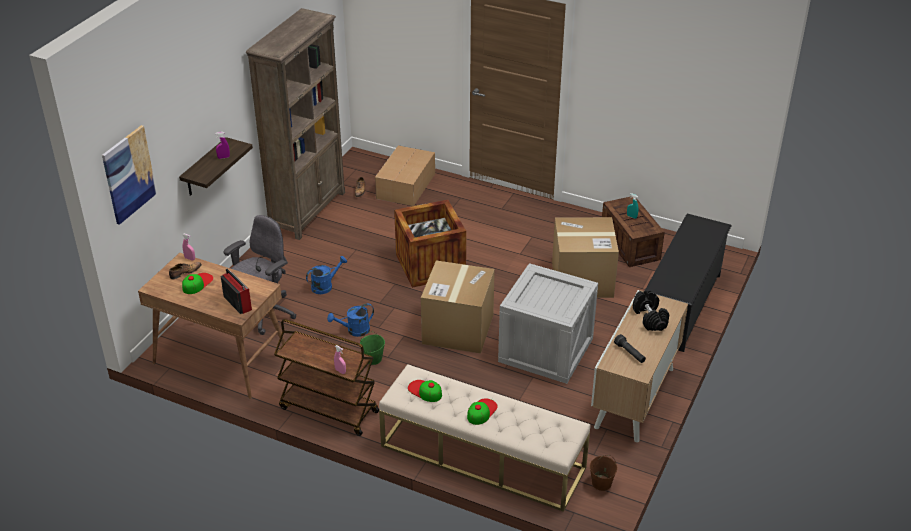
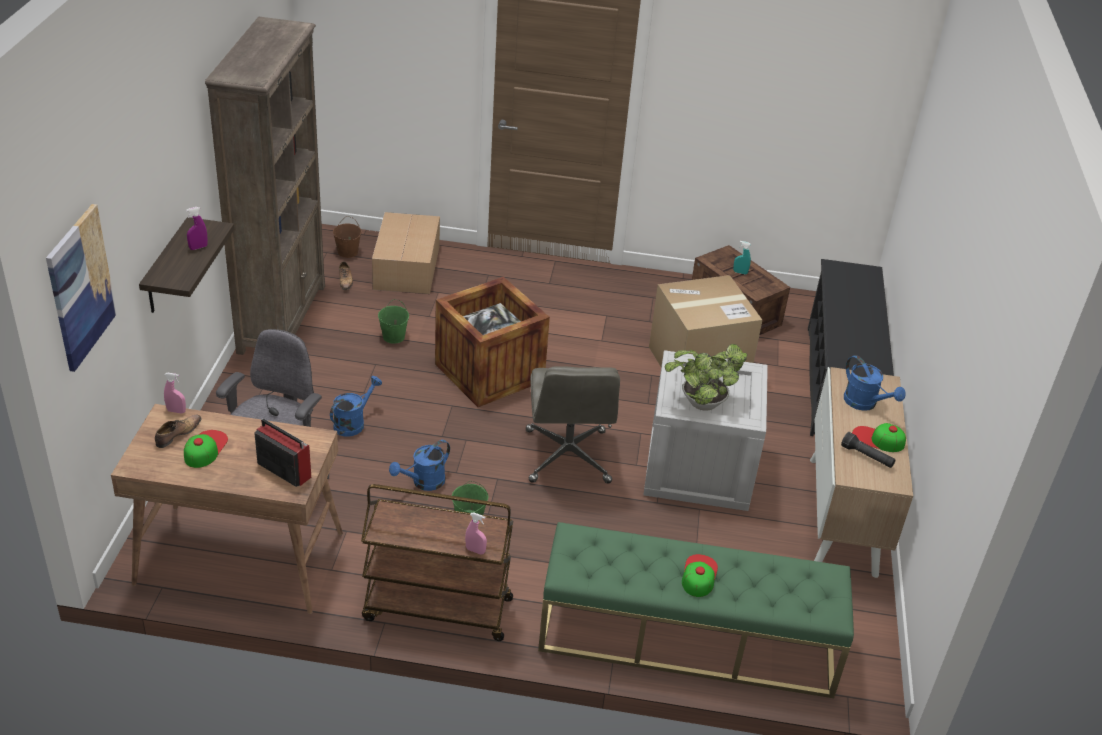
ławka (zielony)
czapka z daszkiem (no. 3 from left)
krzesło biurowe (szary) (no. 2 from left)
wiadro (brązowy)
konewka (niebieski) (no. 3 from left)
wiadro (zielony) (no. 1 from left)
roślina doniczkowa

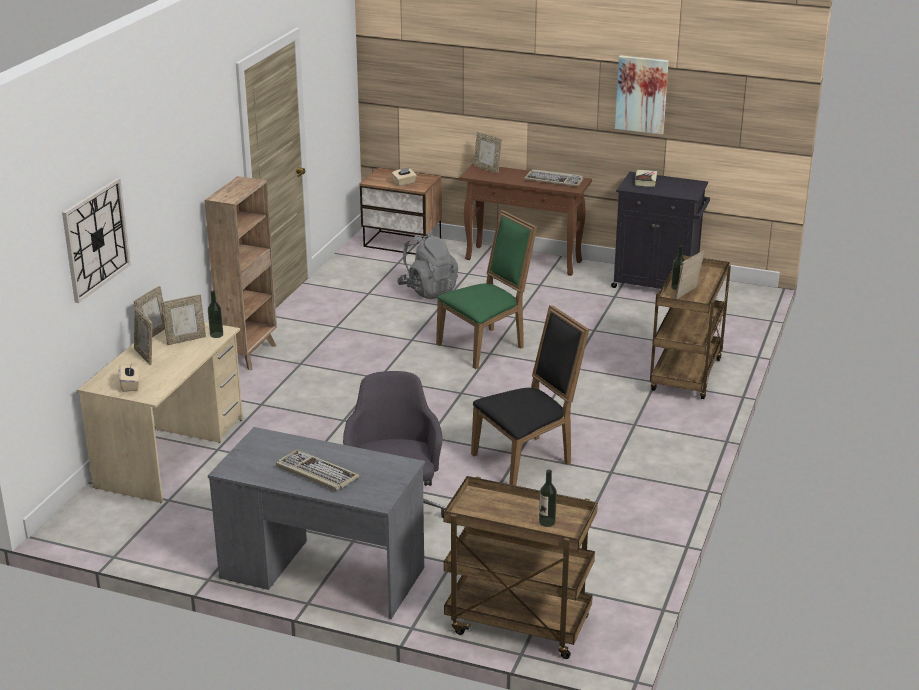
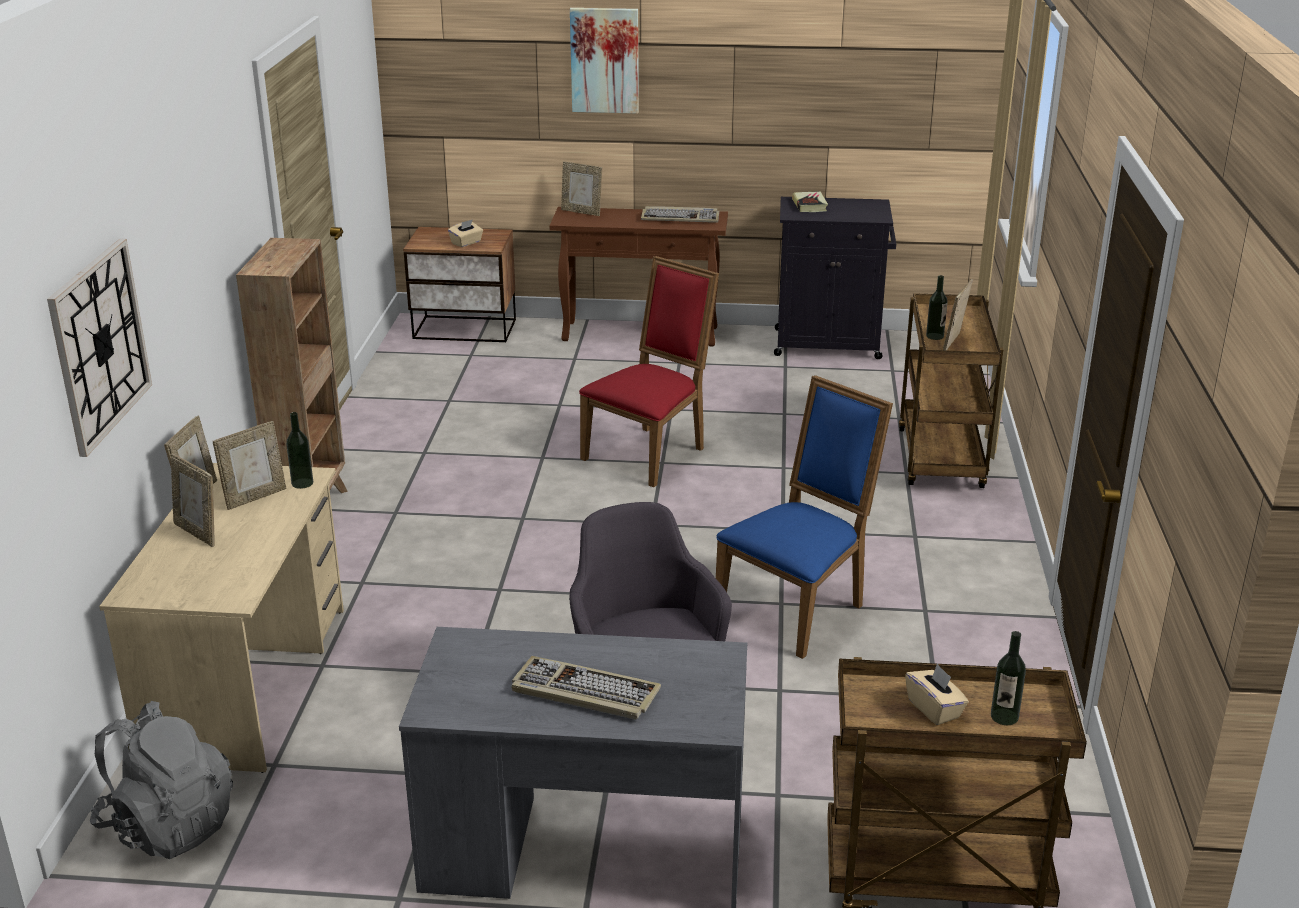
pudełko chusteczek (beżowy) (no. 2 from left)
plecak (szary)
krzesło (czerwony)
krzesło (niebieski)
obraz

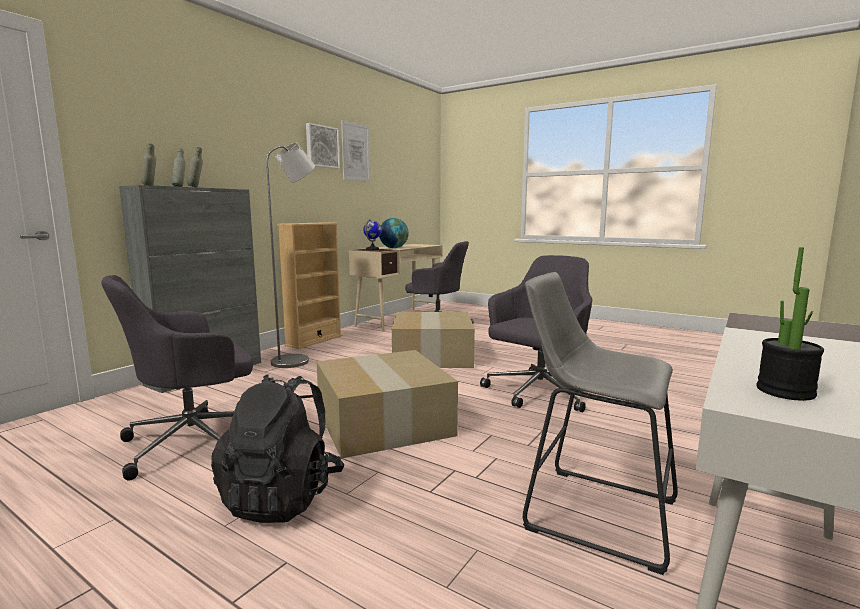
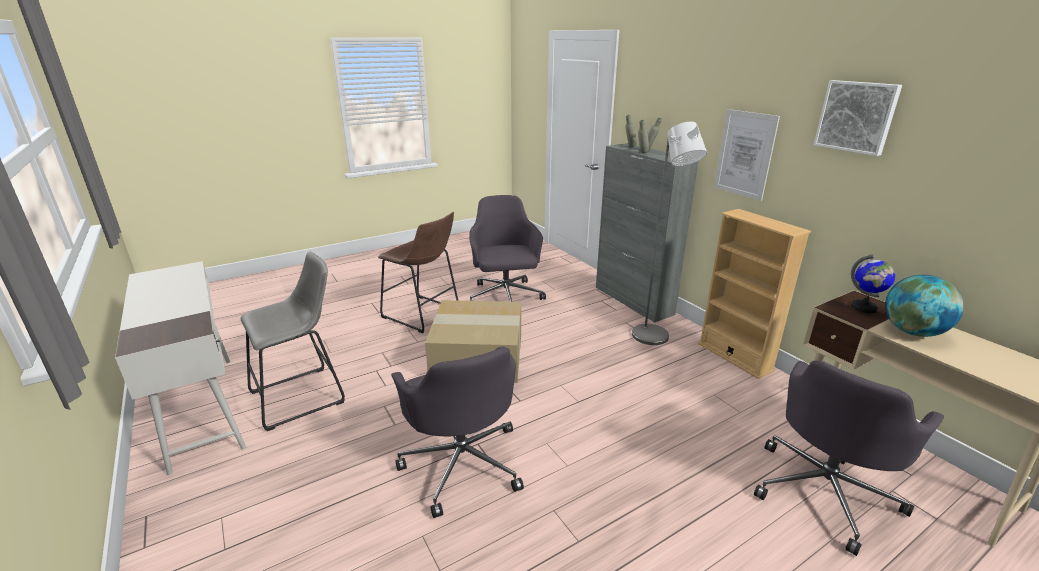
stołek (brązowy)
obraz (no. 1 from left)
karton (no. 2 from left in the first image)
roślina doniczkowa

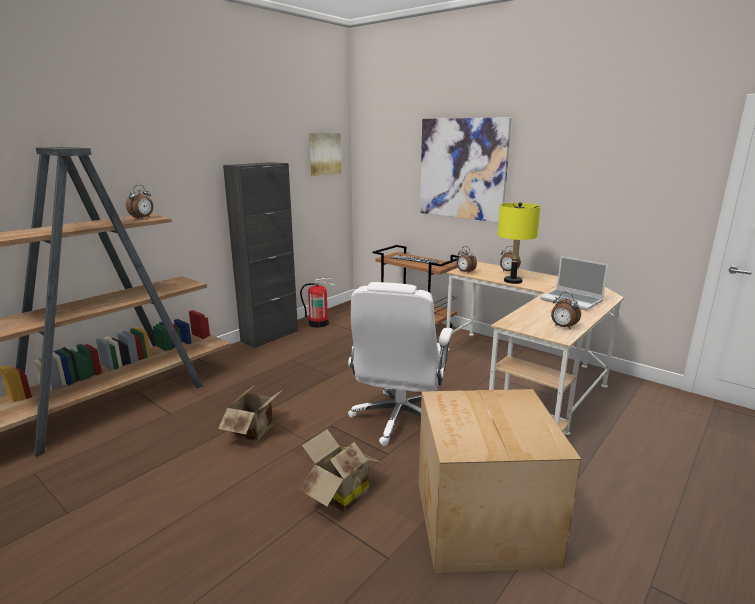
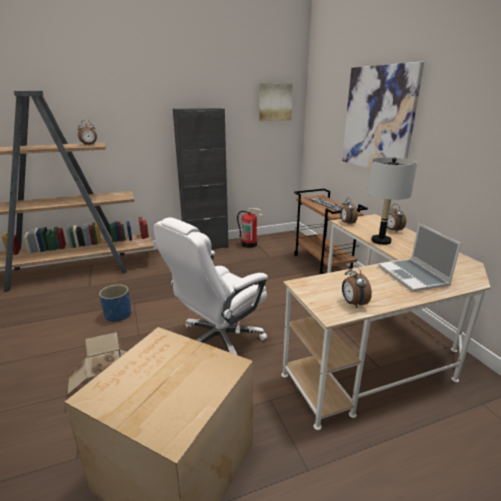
donica (niebieski)
lampa stołowa (szary)

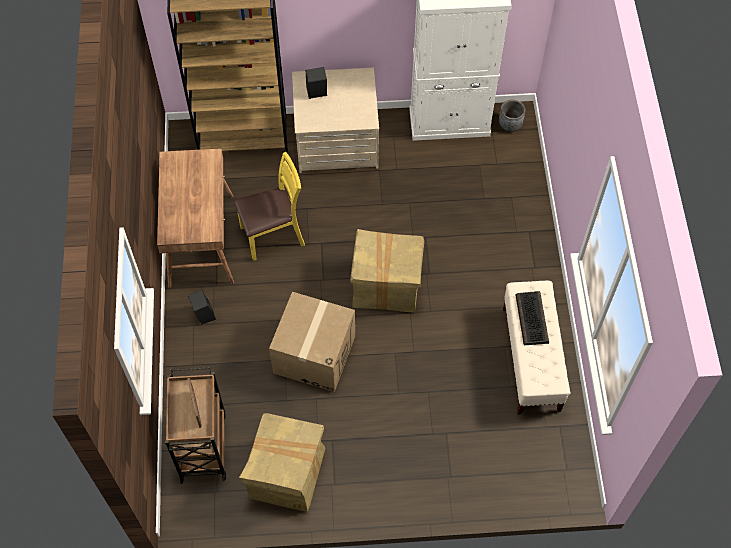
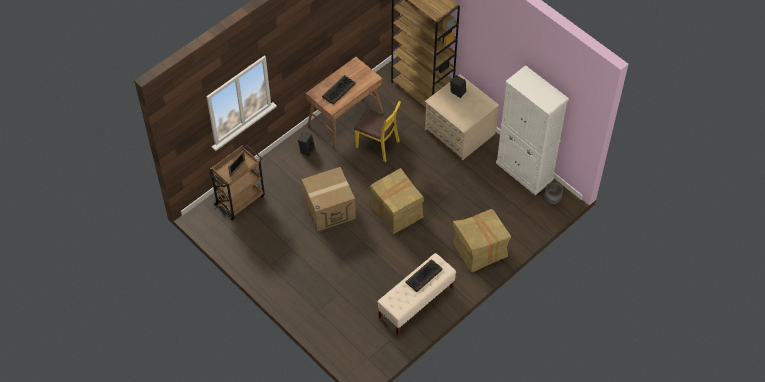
karton (no. 3 from left)
klawiatura (no. 1 from left)

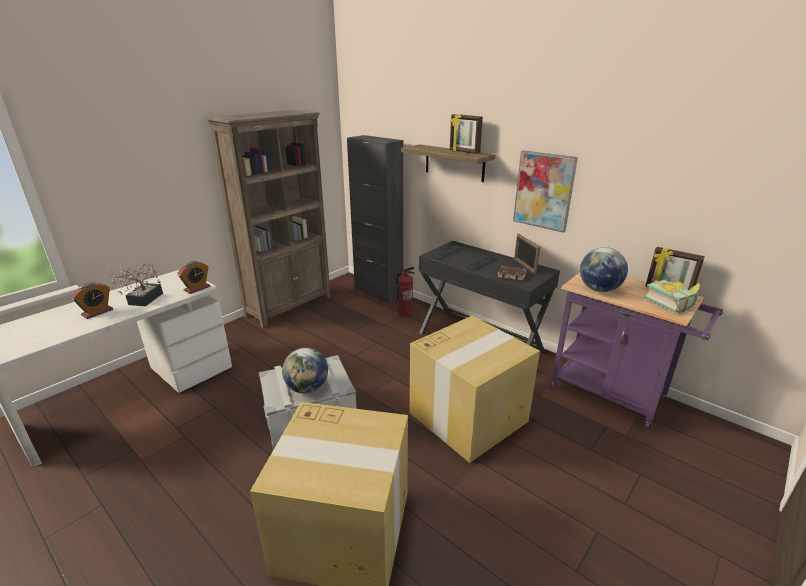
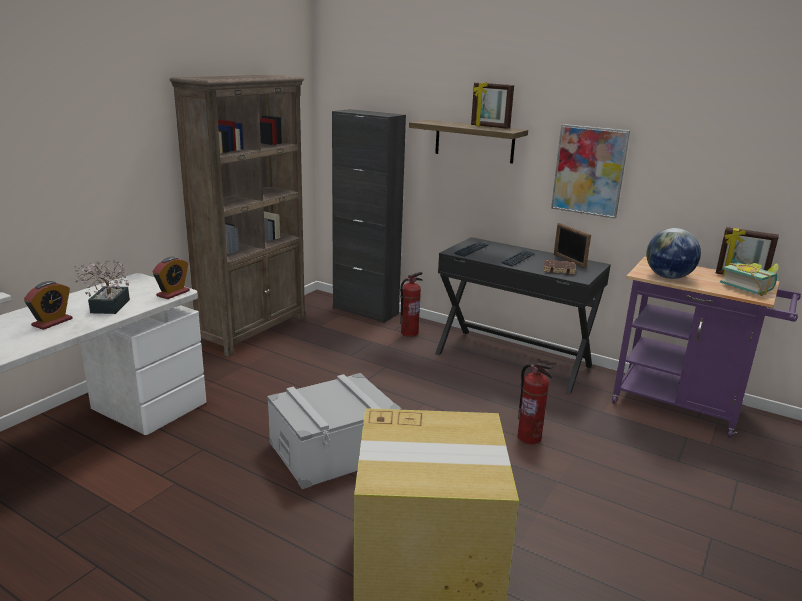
globus (no. 1 from left in the first image)
gaśnica (no. 2 from left)

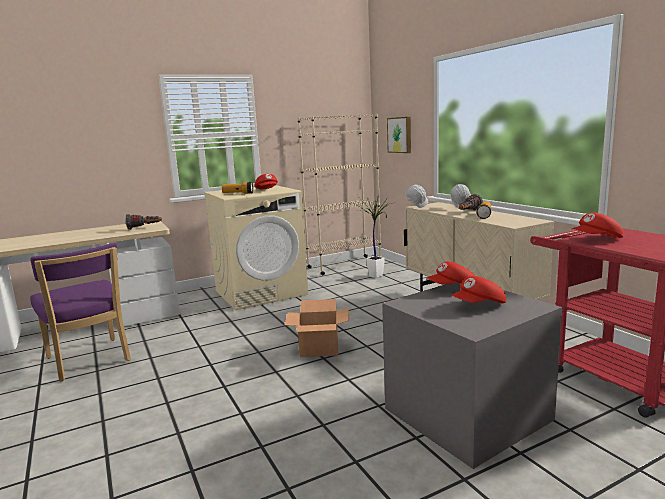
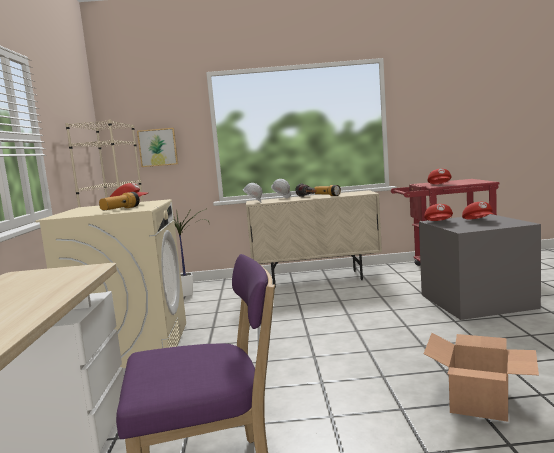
latarka (no. 1 from left in the first image)
karton

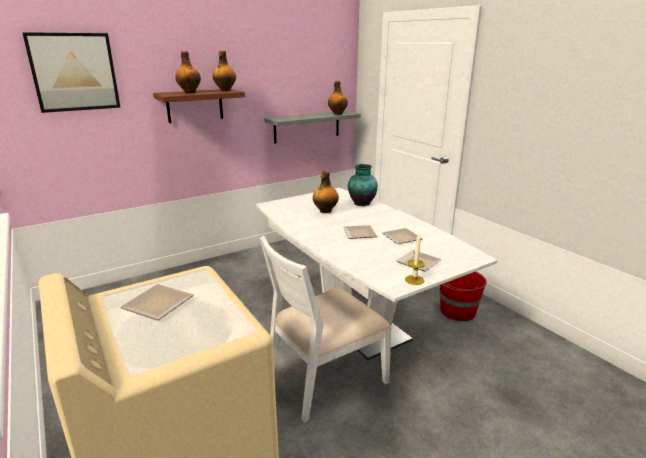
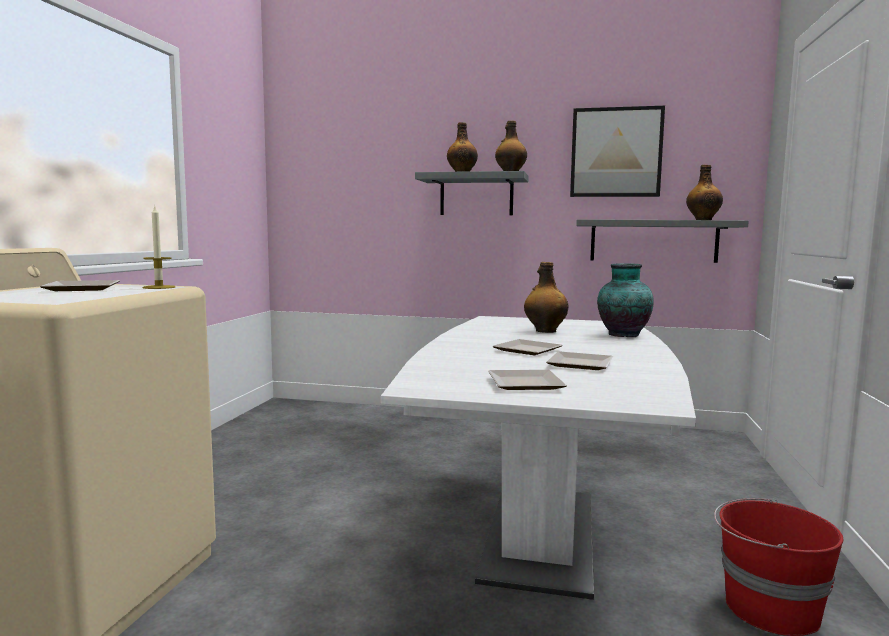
obraz
półka (szary) (no. 1 from left)
krzesło (biały)
świeca

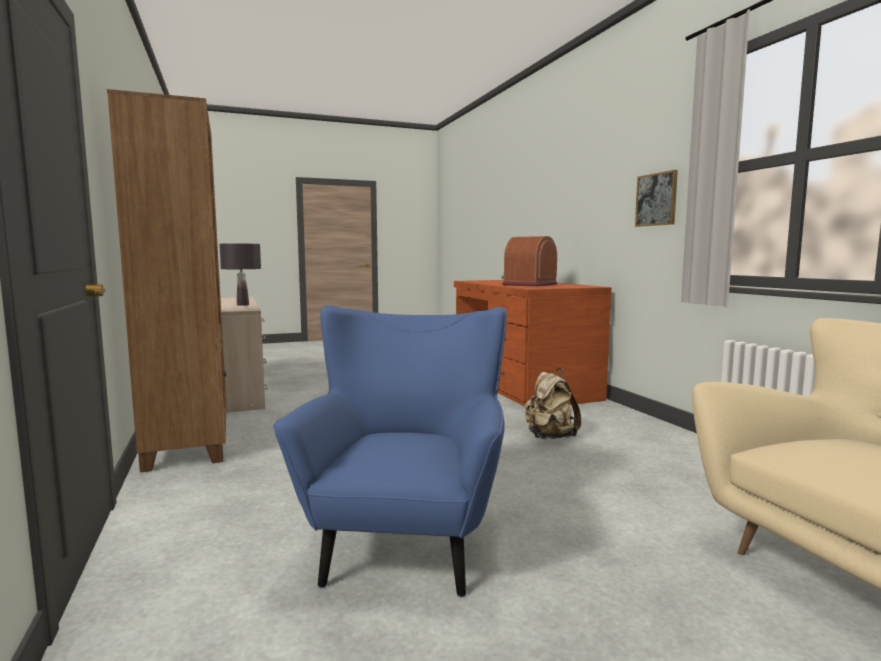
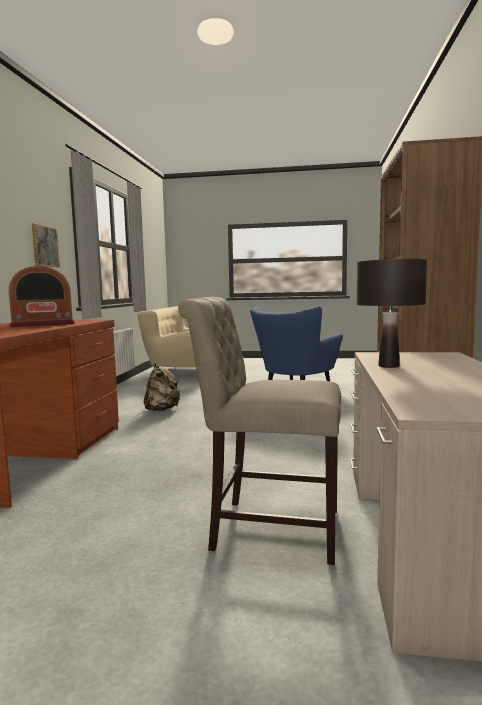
krzesło (beżowy)

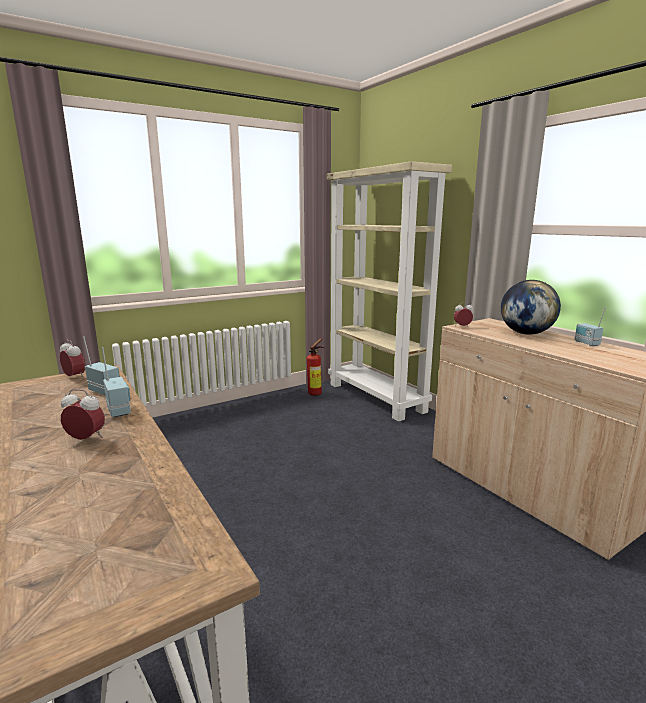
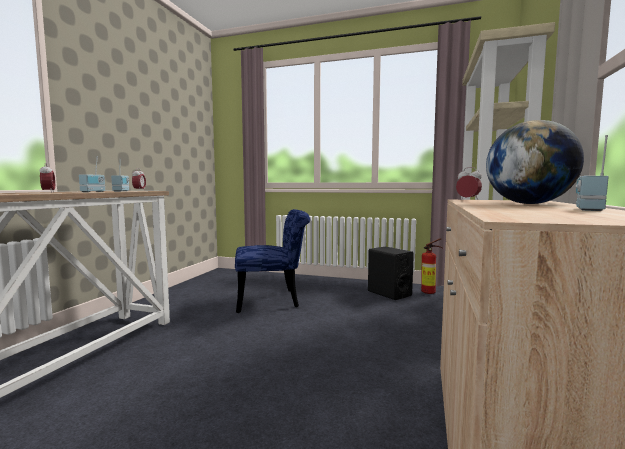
krzesło (niebieski)
głośnik (czarny)

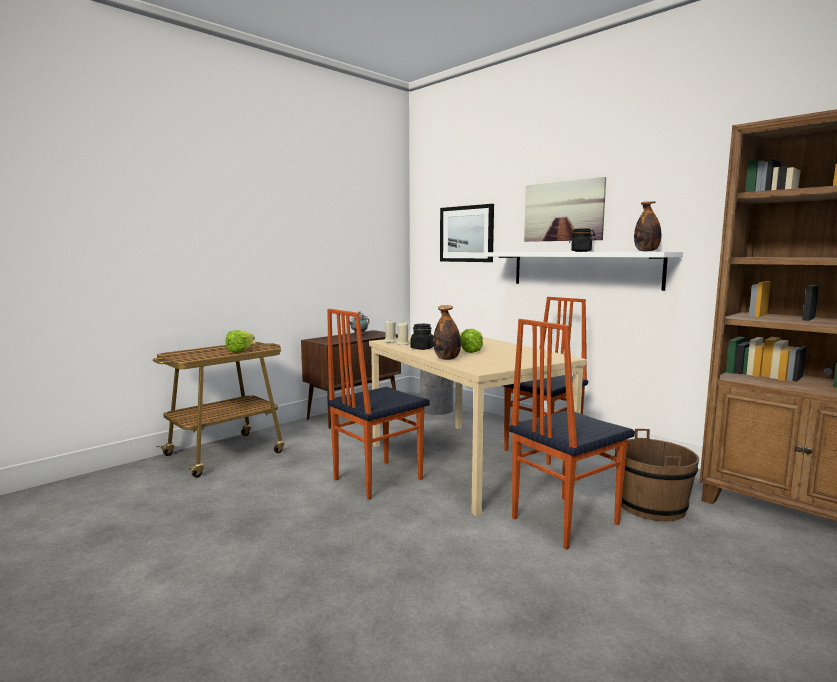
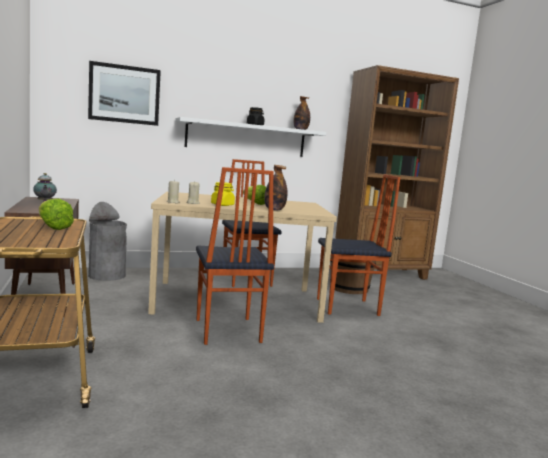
słoik (żółty)
krzesło (no. 3 from left)
obraz (no. 2 from left in the first image)

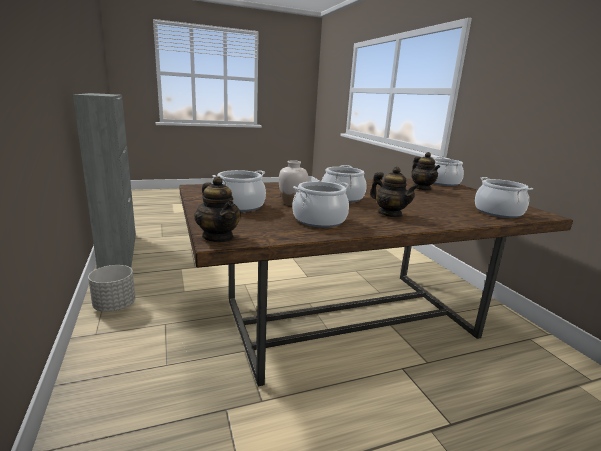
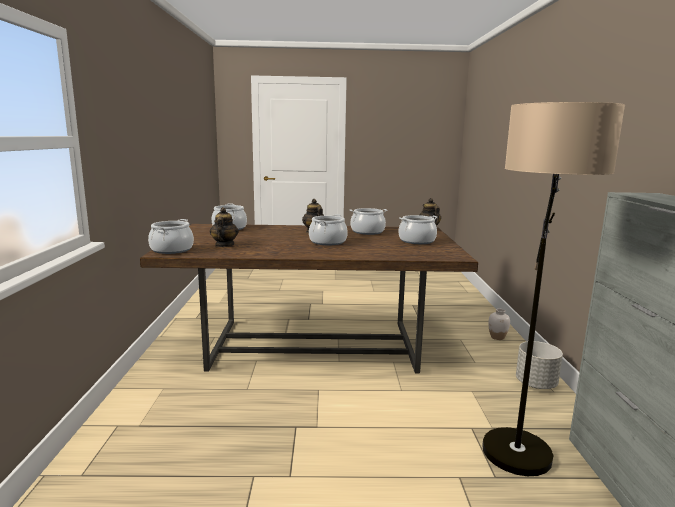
wazon (biały)
lampa stojąca

